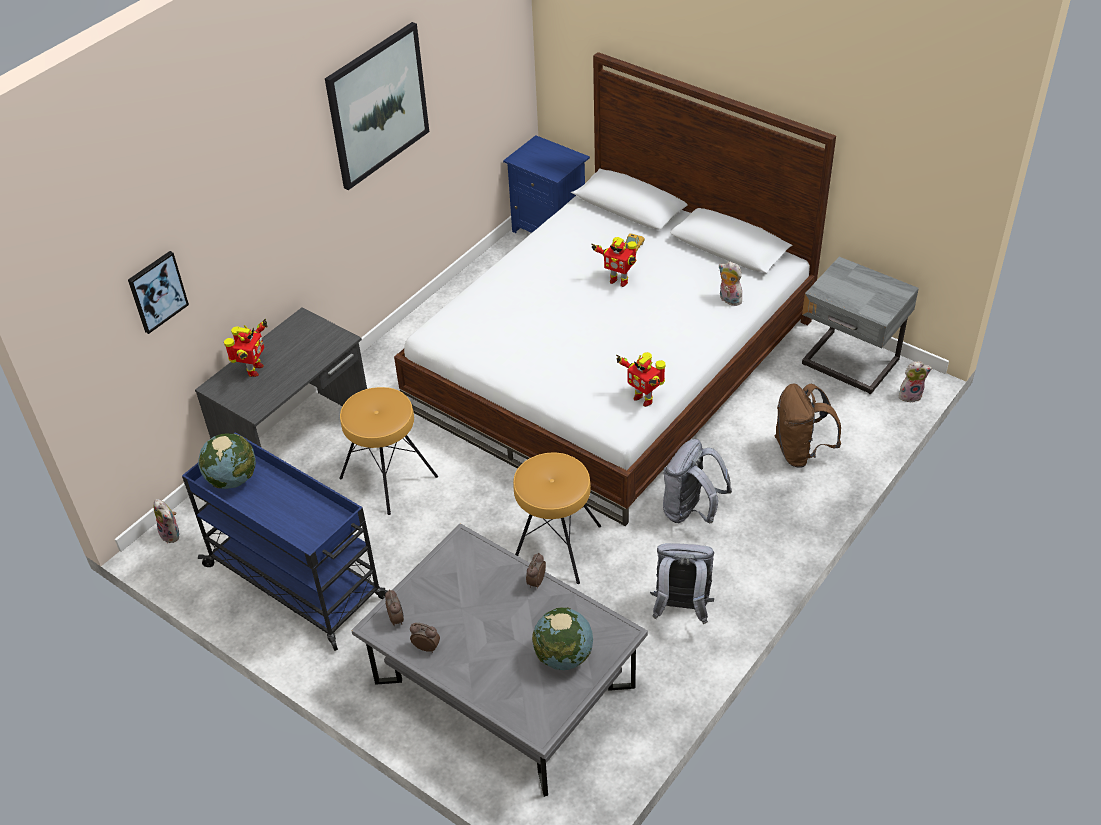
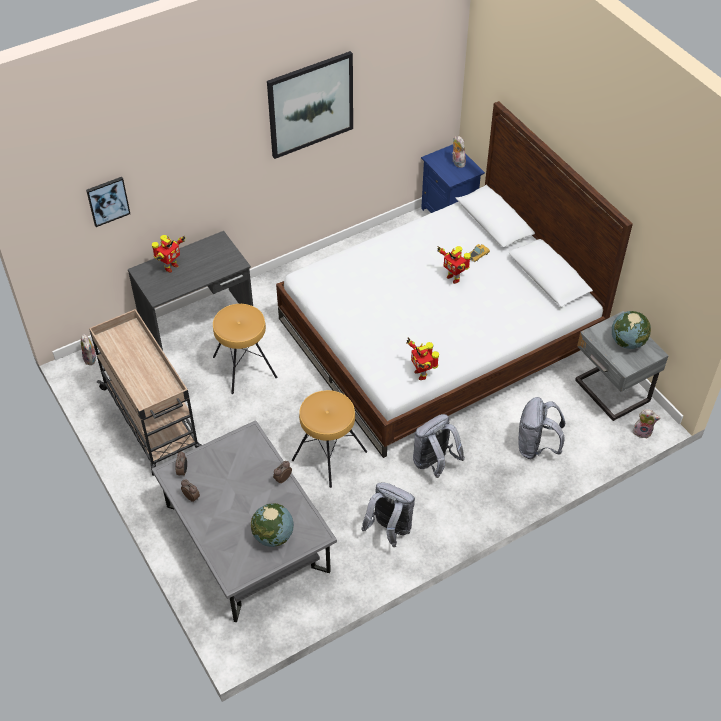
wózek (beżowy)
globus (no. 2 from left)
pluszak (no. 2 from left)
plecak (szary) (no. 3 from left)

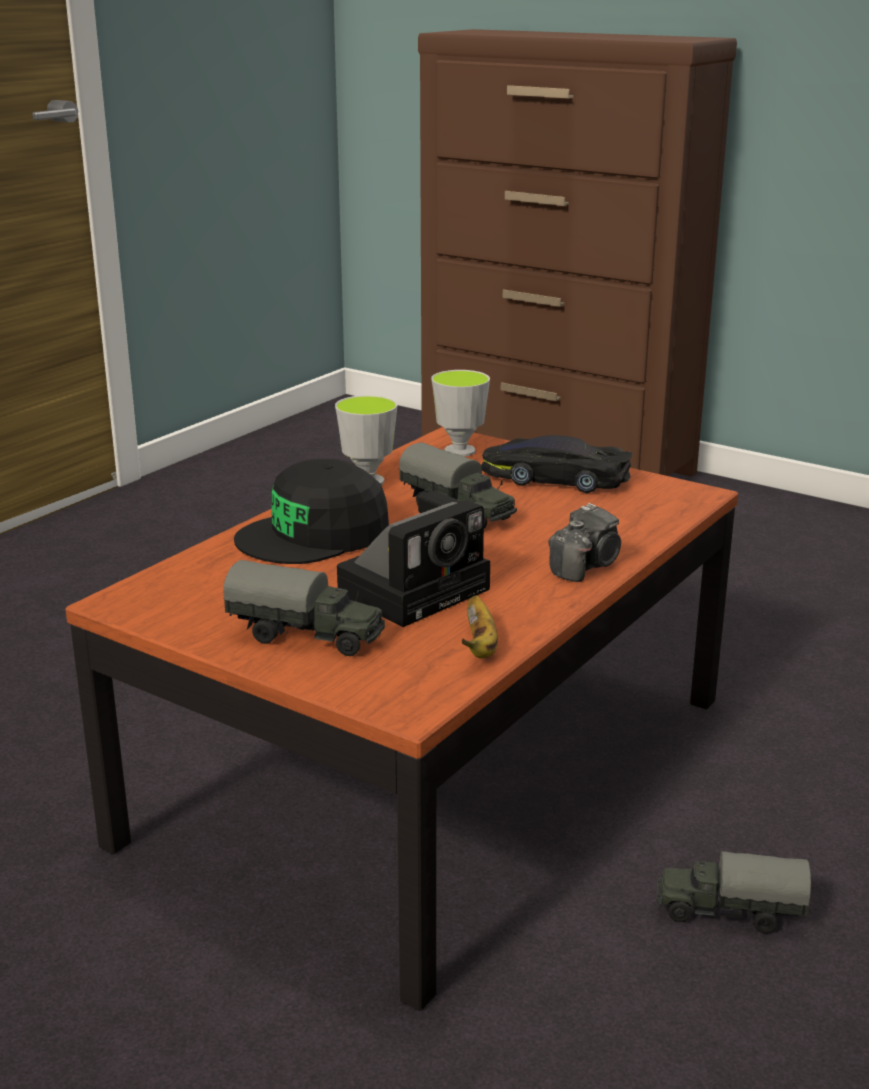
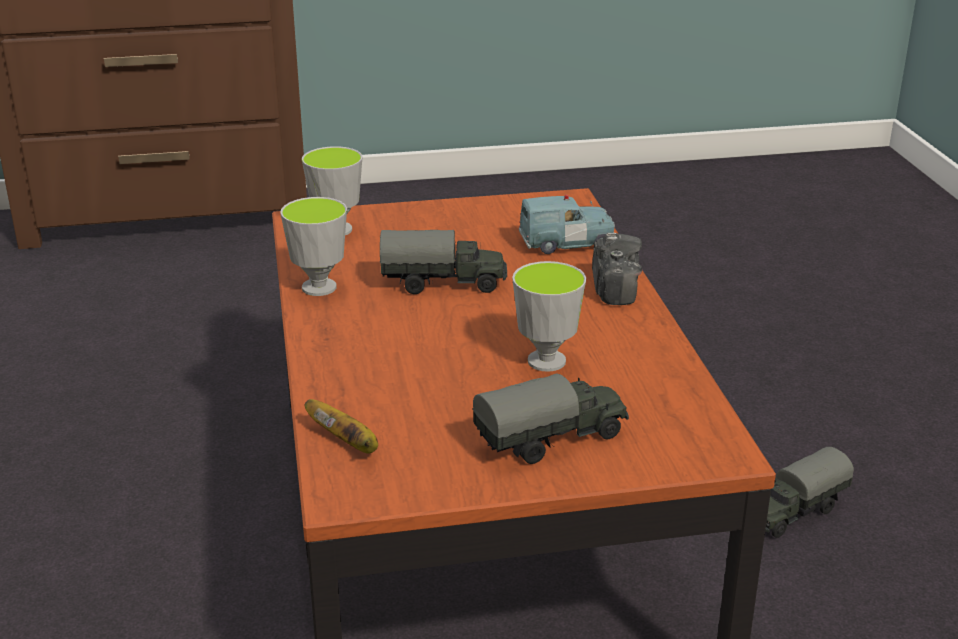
czapka z daszkiem (czarny)
filiżanka (no. 3 from left)
banan
samochodzik (czarny)
samochodzik (niebieski)

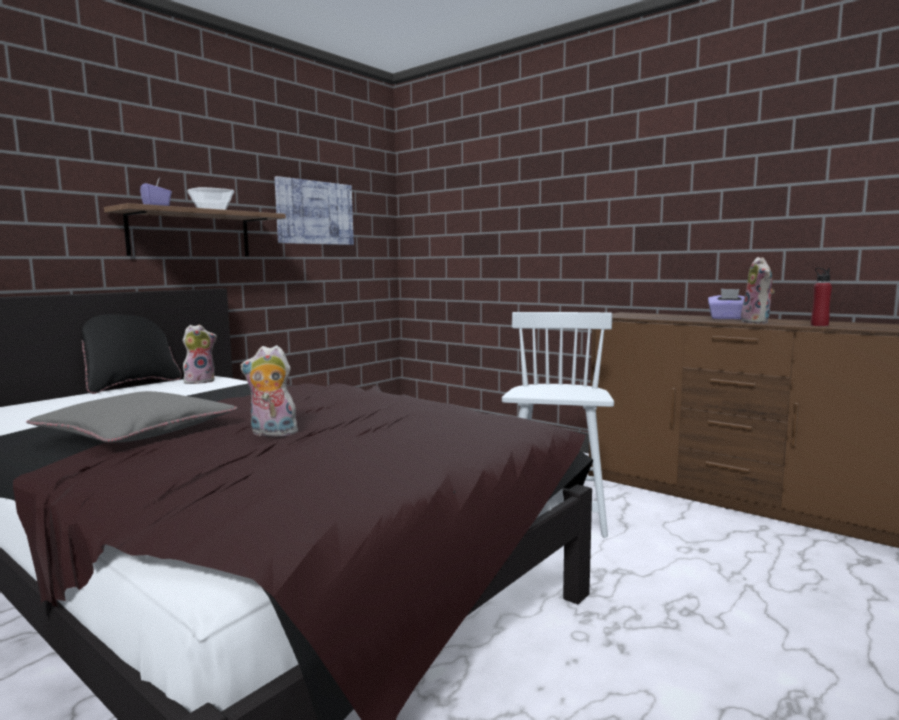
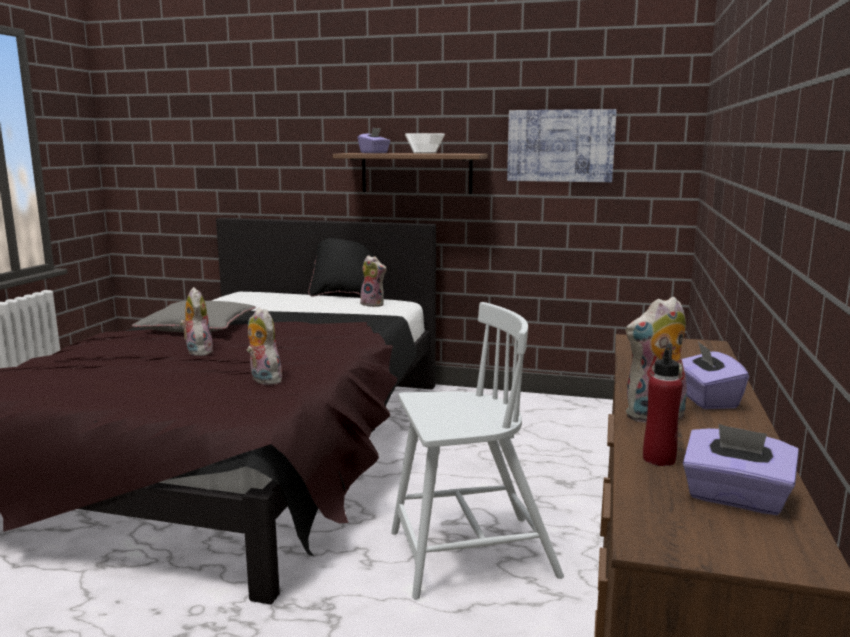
pluszak (no. 2 from left)
pudełko chusteczek (fioletowy) (no. 3 from left)

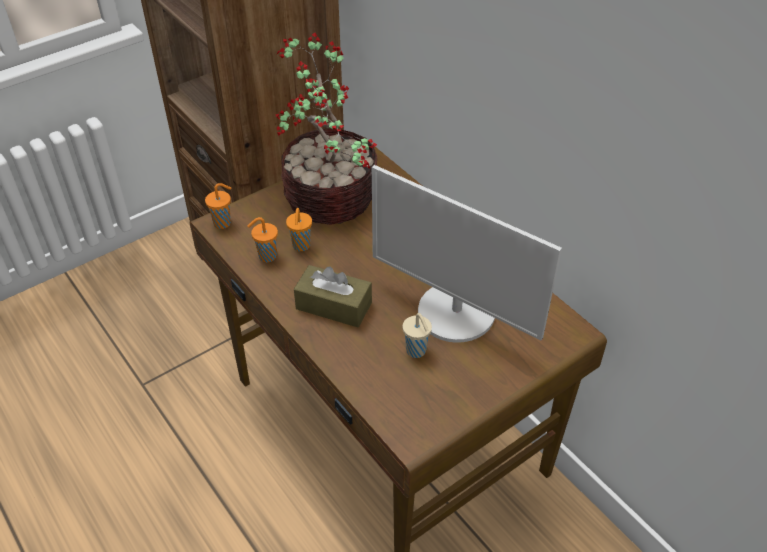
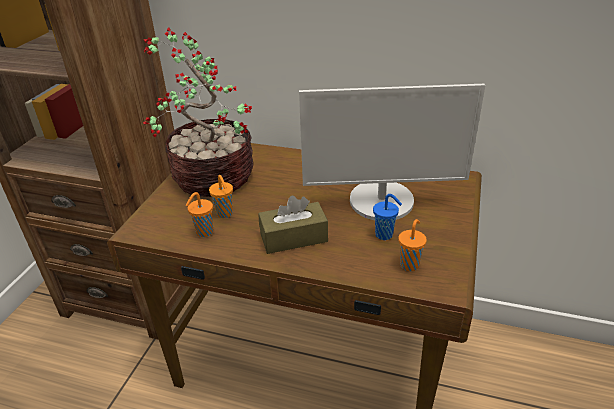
filiżanka (pomarańczowy) (no. 3 from left)
filiżanka (niebieski)

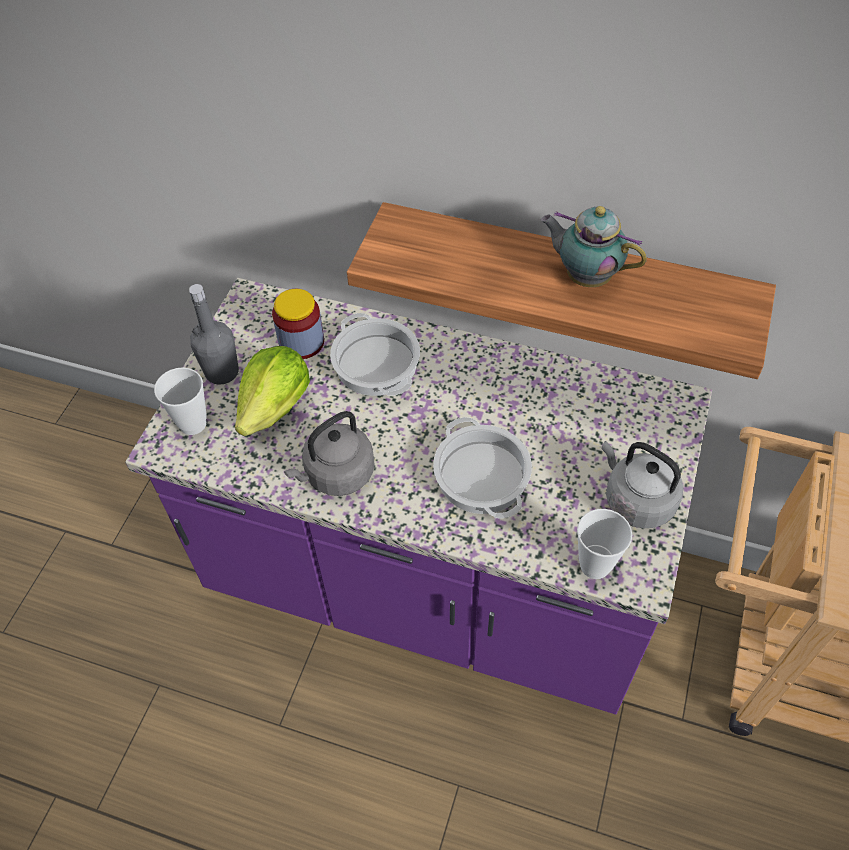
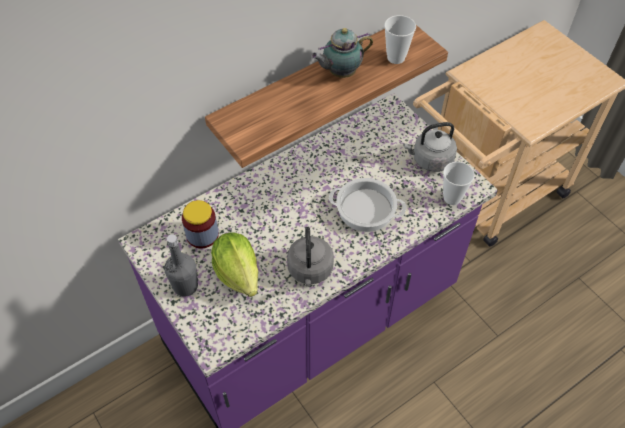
filiżanka (no. 1 from left)
garnek (no. 1 from left in the first image)

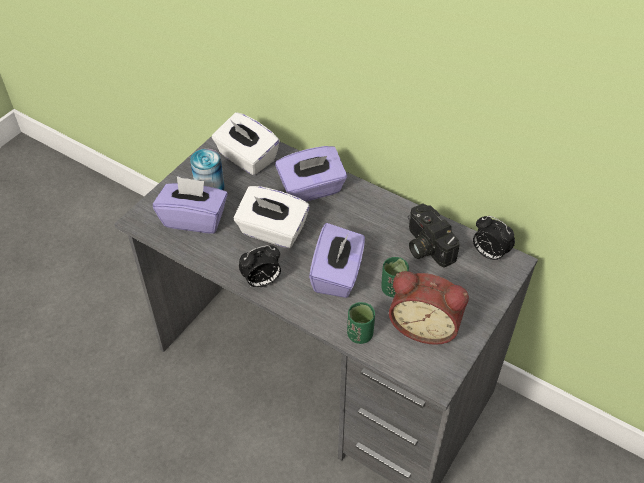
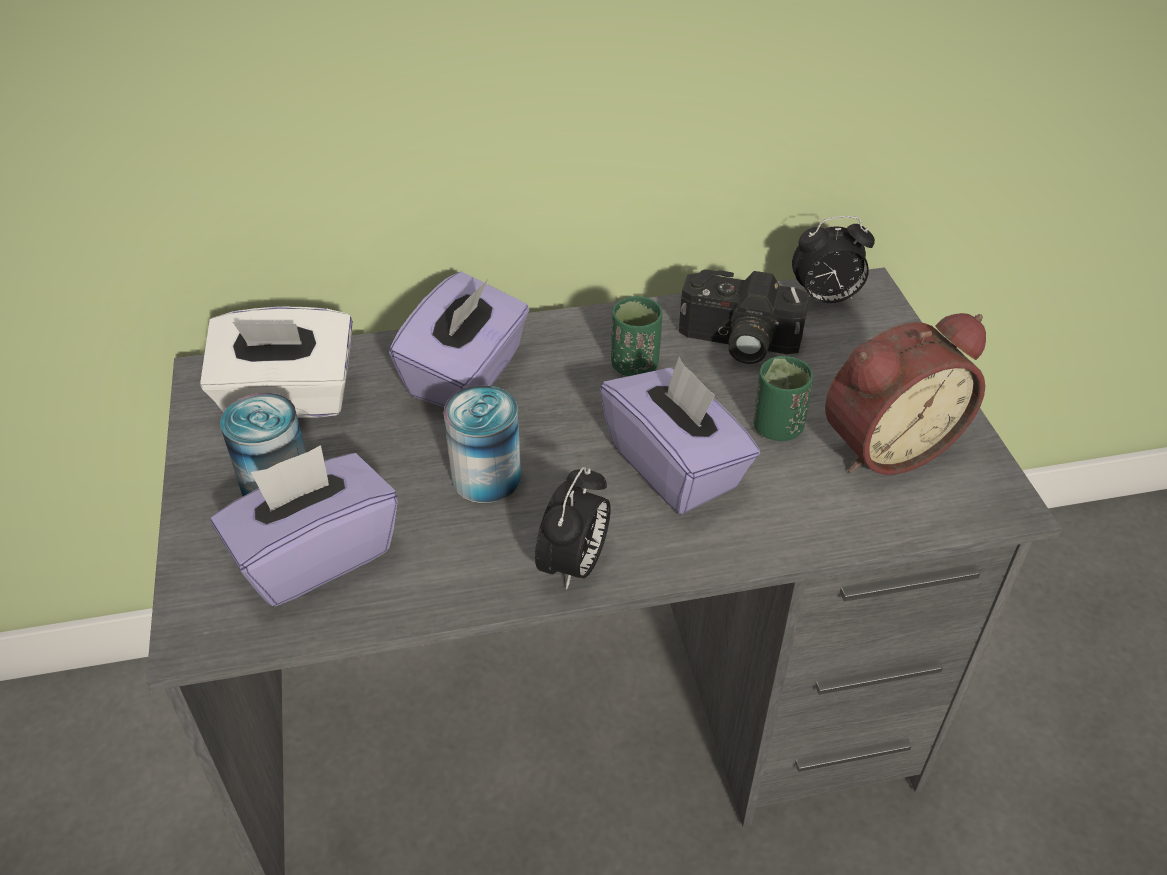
puszka (no. 2 from left)
filiżanka (zielony) (no. 1 from left)

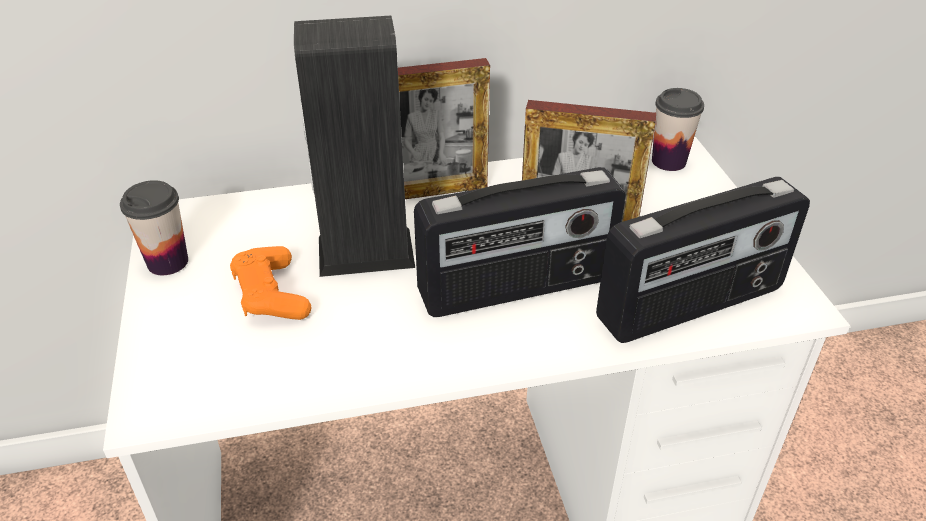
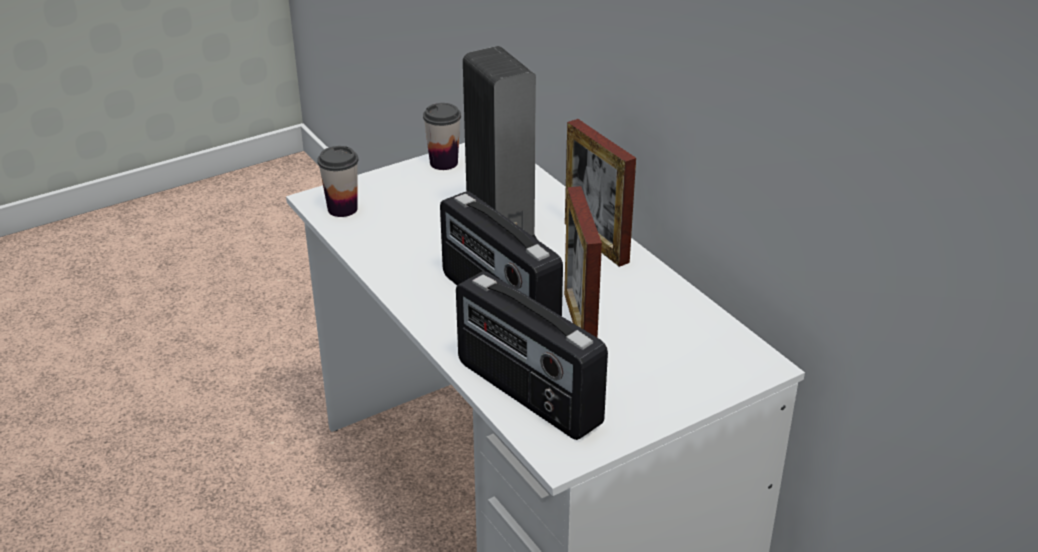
pad do gier (pomarańczowy)
filiżanka (no. 1 from left)

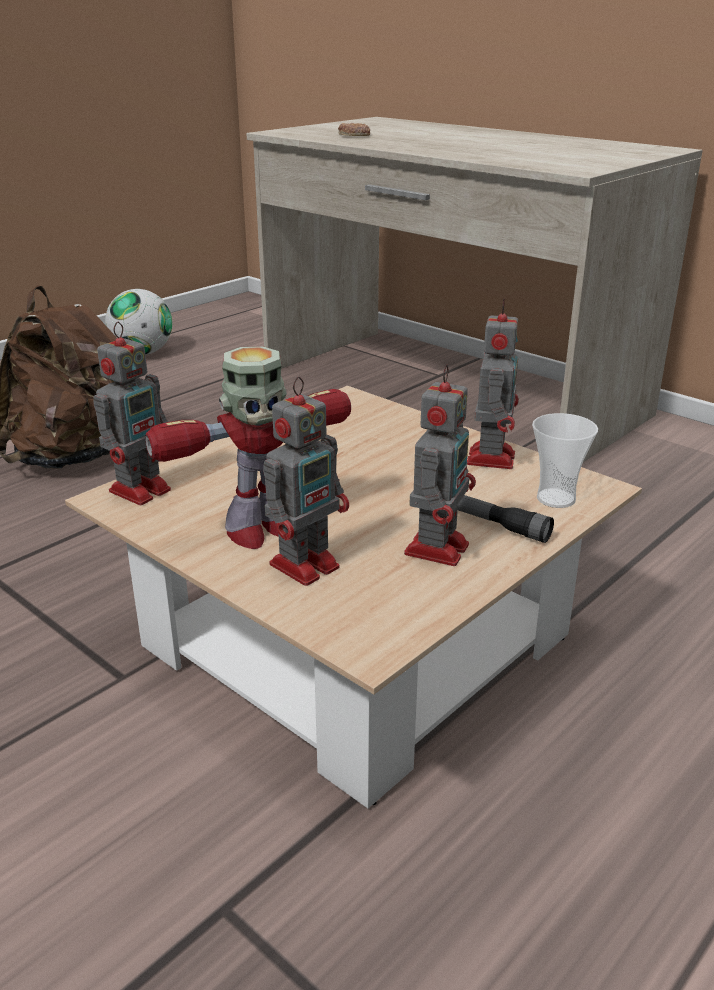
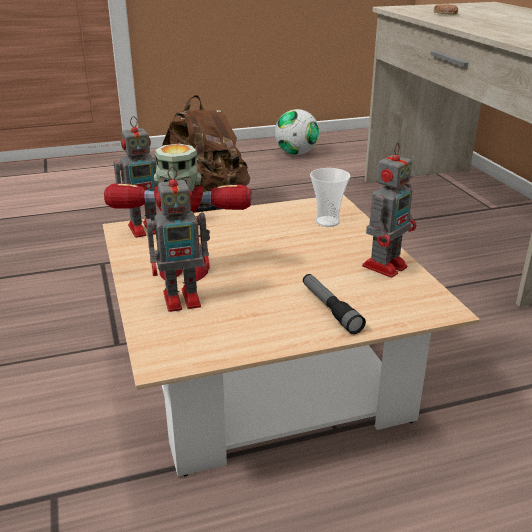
robot zabawkowy (no. 4 from left in the first image)
filiżanka

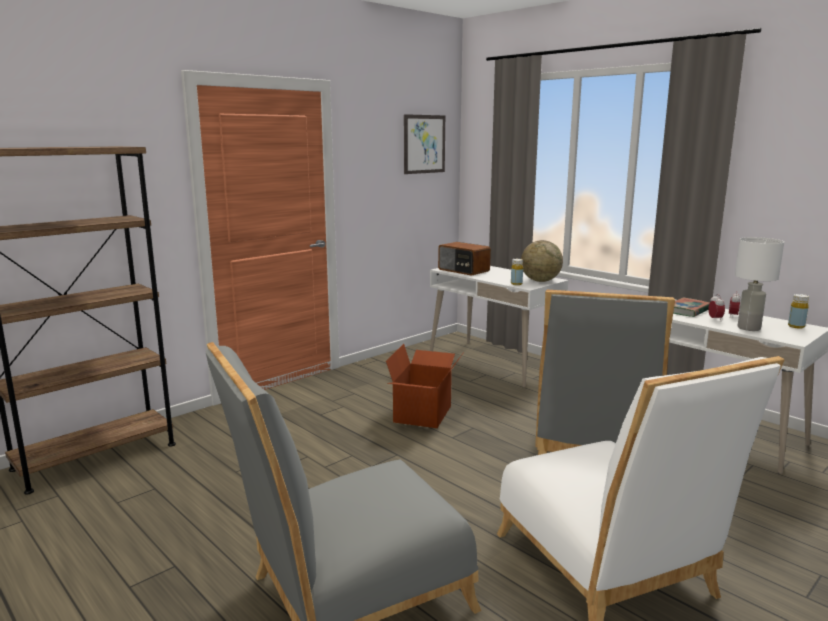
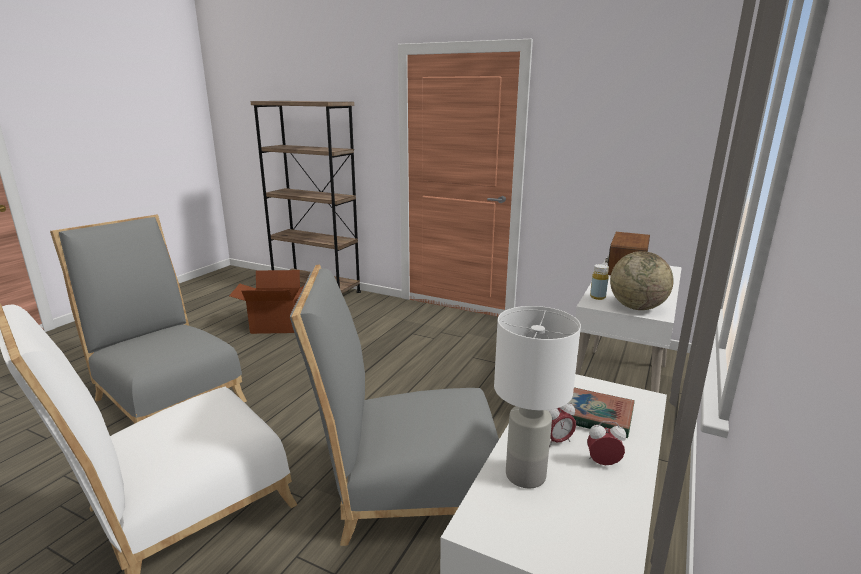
karton
obraz
butelka (żółty) (no. 2 from left in the first image)

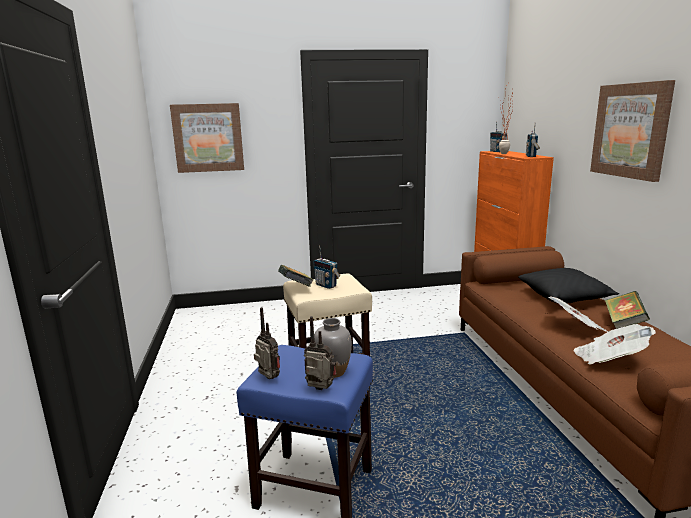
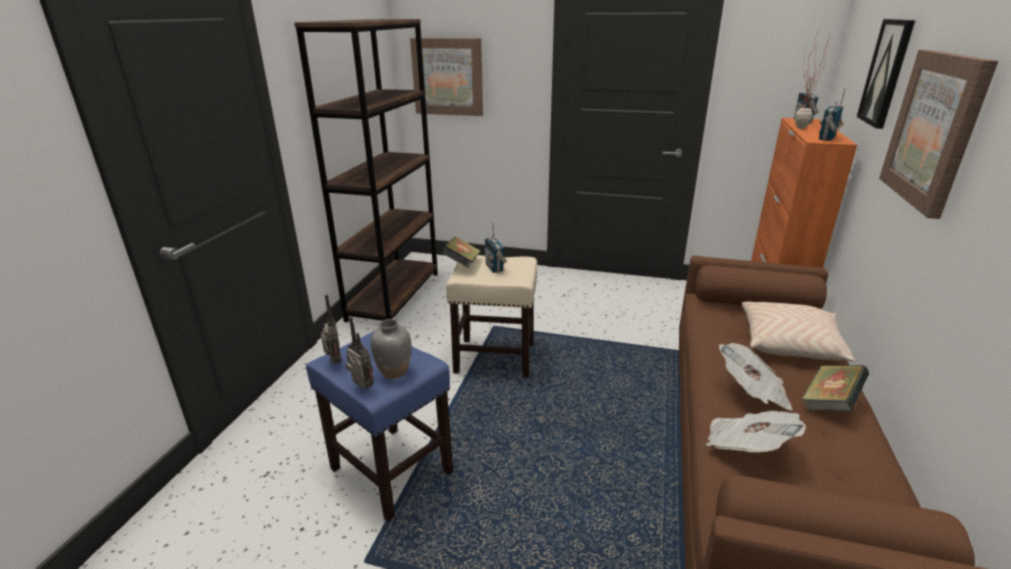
poduszka (beżowy)
regał (brązowy)
obraz (no. 2 from left)

